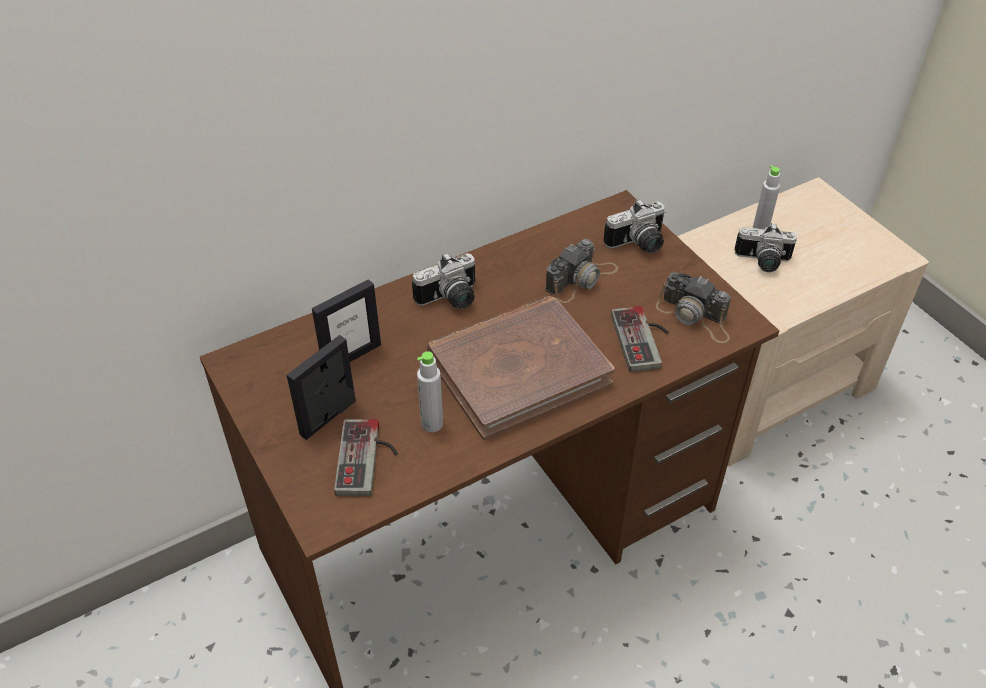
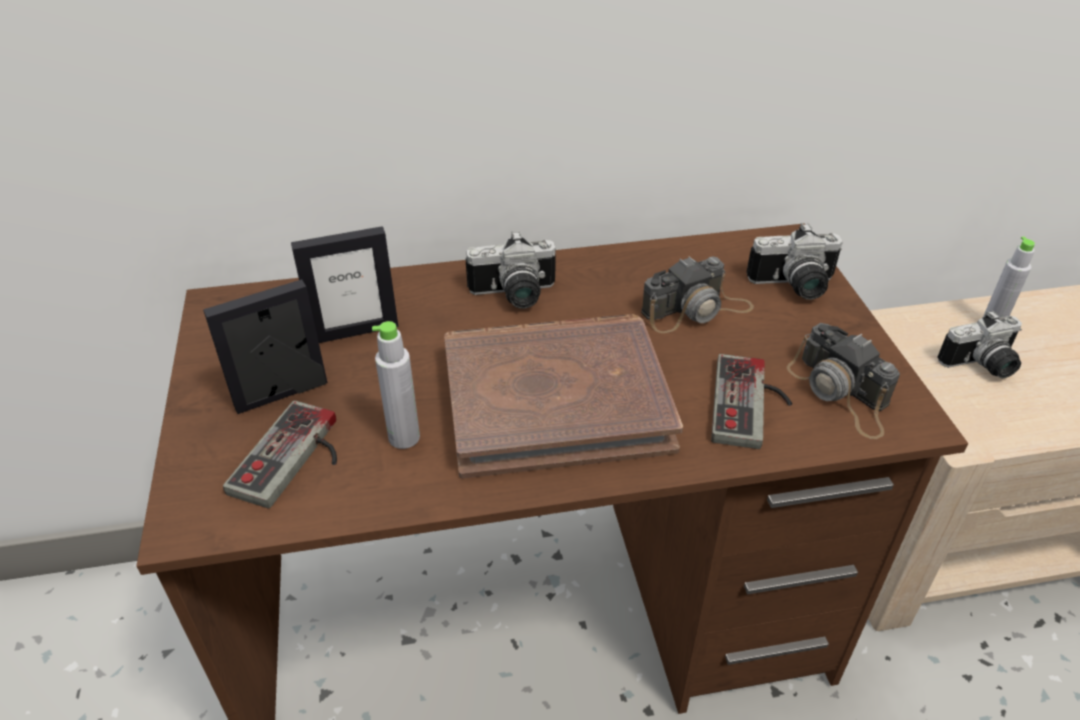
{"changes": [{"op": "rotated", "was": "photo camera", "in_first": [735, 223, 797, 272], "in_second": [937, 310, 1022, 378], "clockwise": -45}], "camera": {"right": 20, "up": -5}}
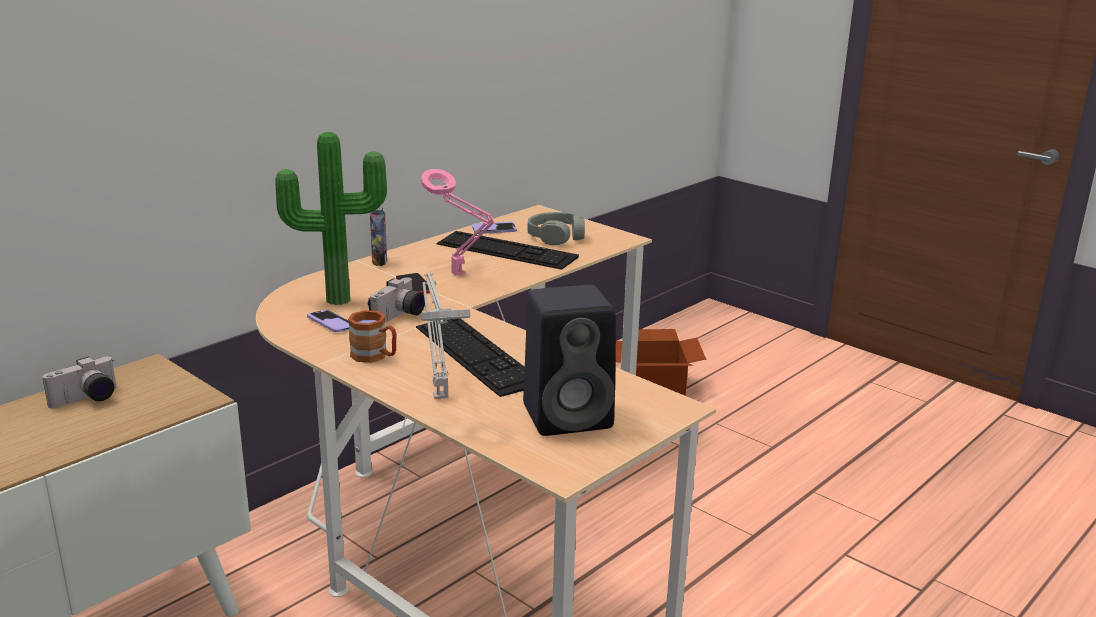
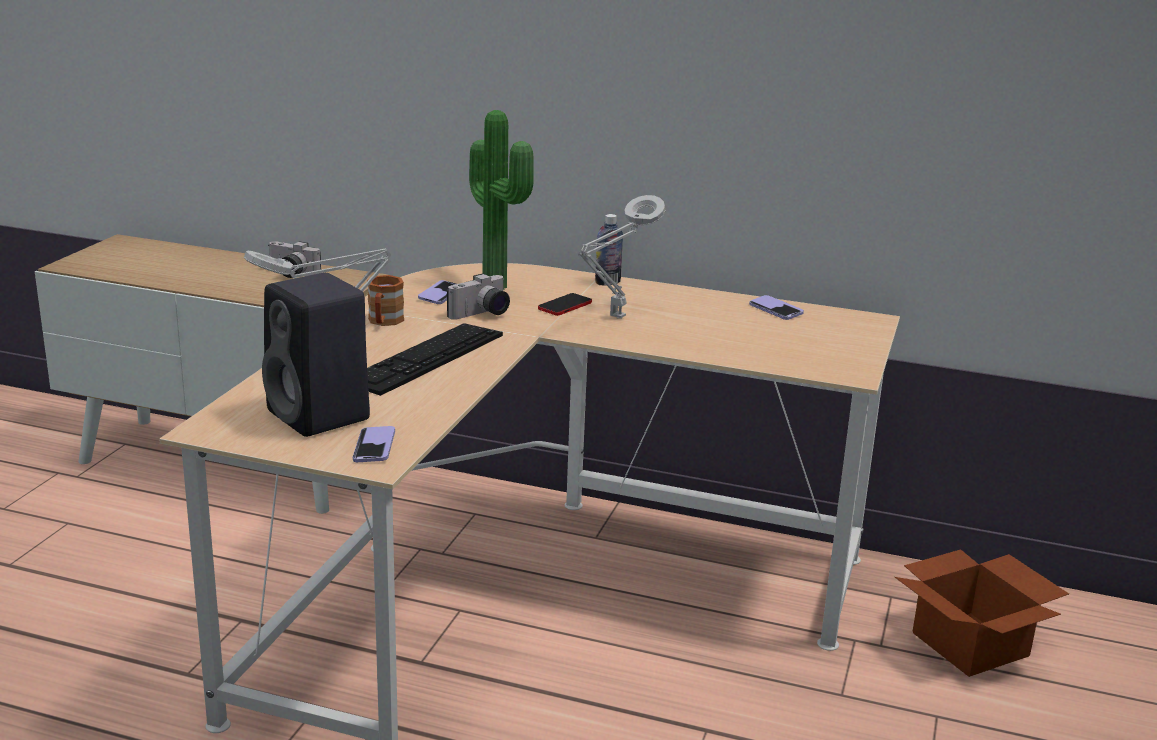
{"changes": [{"op": "gone", "was": "keyboard", "in_first": [436, 231, 579, 270]}, {"op": "gone", "was": "grey pair of headphones", "in_first": [527, 212, 585, 245]}, {"op": "new", "now": "handset", "in_second": [353, 426, 395, 462]}, {"op": "repainted", "was": "pink-coloured table lamp", "now": "grey table lamp", "in_first": [420, 169, 495, 275], "in_second": [578, 195, 666, 319]}, {"op": "rotated", "was": "photo camera", "in_first": [368, 278, 425, 323], "in_second": [447, 273, 510, 320], "clockwise": -45}], "camera": {"right": 65, "up": 0}}
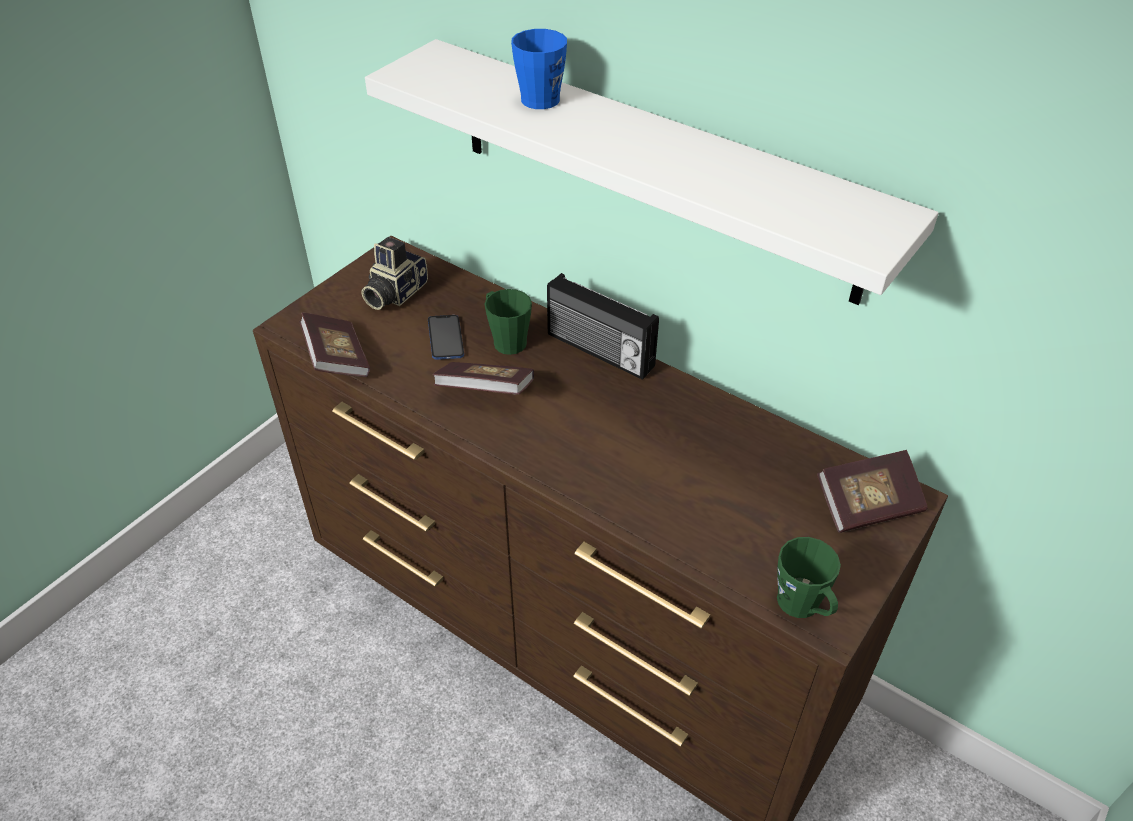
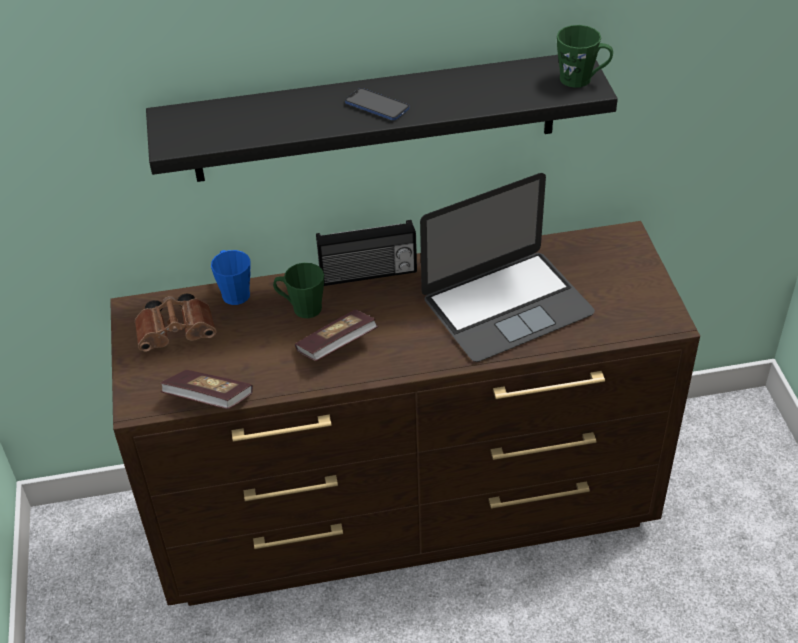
{"changes": [{"op": "gone", "was": "bound book", "in_first": [817, 450, 928, 533]}, {"op": "new", "now": "portable computer", "in_second": [420, 173, 595, 362]}, {"op": "shifted", "was": "handset", "in_first": [428, 315, 464, 360], "in_second": [345, 88, 409, 120]}, {"op": "shifted", "was": "blue-coloured tea mug", "in_first": [511, 29, 567, 109], "in_second": [211, 250, 251, 305]}, {"op": "shifted", "was": "greenish tea mug", "in_first": [777, 537, 841, 618], "in_second": [557, 25, 613, 88]}, {"op": "swapped", "was": "photo camera", "now": "brown field glasses", "in_first": [362, 237, 428, 310], "in_second": [135, 294, 216, 352]}, {"op": "repainted", "was": "whitish wall shelf", "now": "black wall shelf", "in_first": [365, 39, 939, 305], "in_second": [146, 55, 618, 182]}], "camera": {"right": -45, "up": 0}}
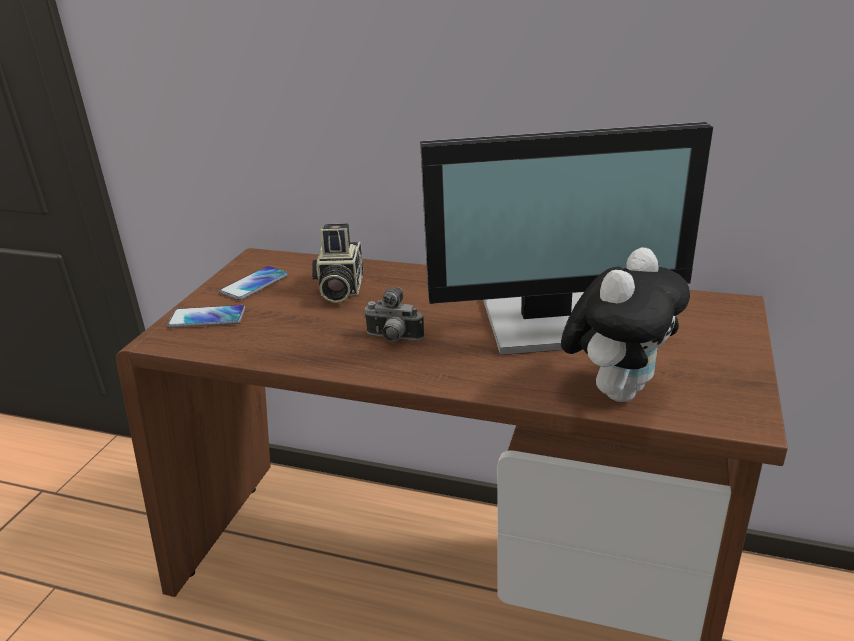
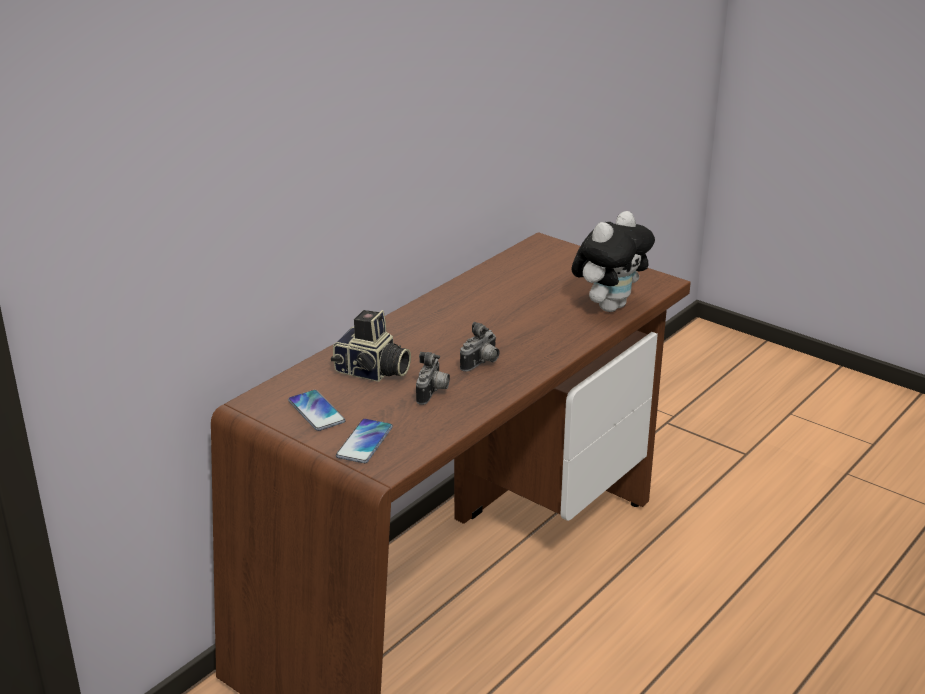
{"changes": [{"op": "gone", "was": "computer display", "in_first": [420, 122, 713, 355]}, {"op": "new", "now": "photo camera", "in_second": [416, 352, 450, 405]}, {"op": "rotated", "was": "soft toy", "in_first": [561, 248, 690, 402], "in_second": [572, 211, 655, 312], "clockwise": 75}], "camera": {"right": -70, "up": 0}}
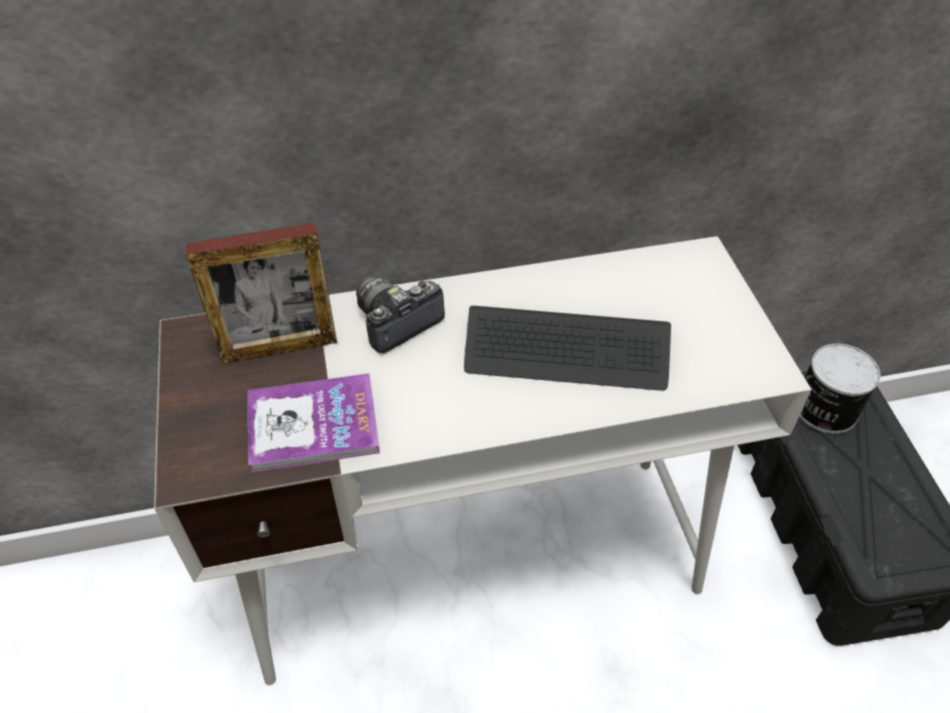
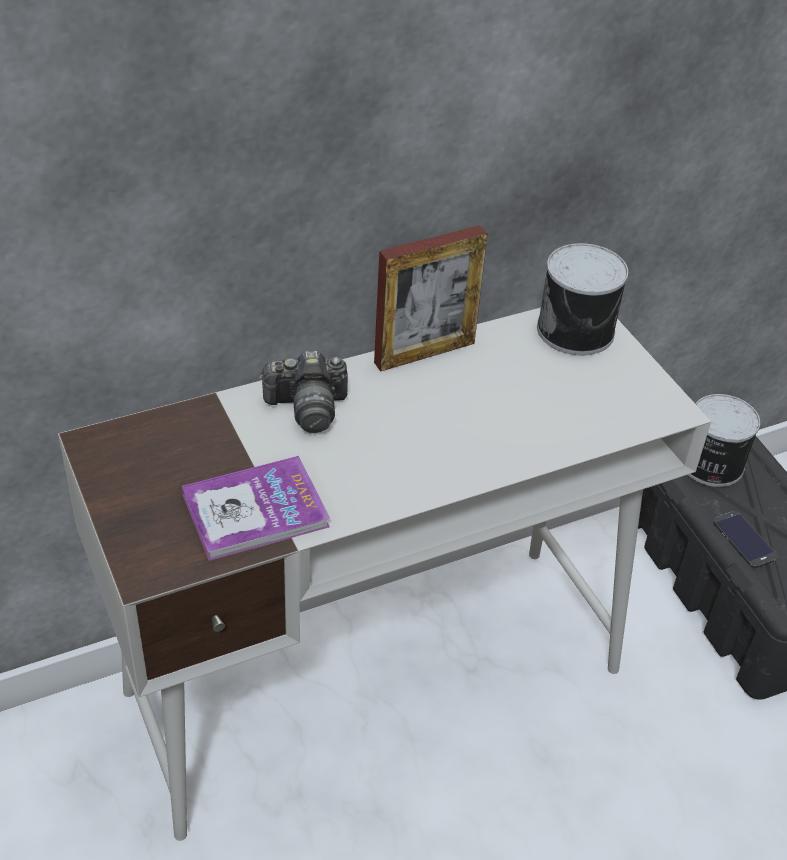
{"changes": [{"op": "gone", "was": "keyboard", "in_first": [464, 306, 671, 391]}, {"op": "new", "now": "metal can", "in_second": [537, 243, 628, 355]}, {"op": "new", "now": "handset", "in_second": [713, 511, 777, 568]}, {"op": "shifted", "was": "photo frame", "in_first": [185, 222, 337, 364], "in_second": [374, 225, 488, 372]}, {"op": "rotated", "was": "photo camera", "in_first": [356, 277, 445, 353], "in_second": [259, 351, 348, 433], "clockwise": -135}], "camera": {"right": -15, "up": -5}}
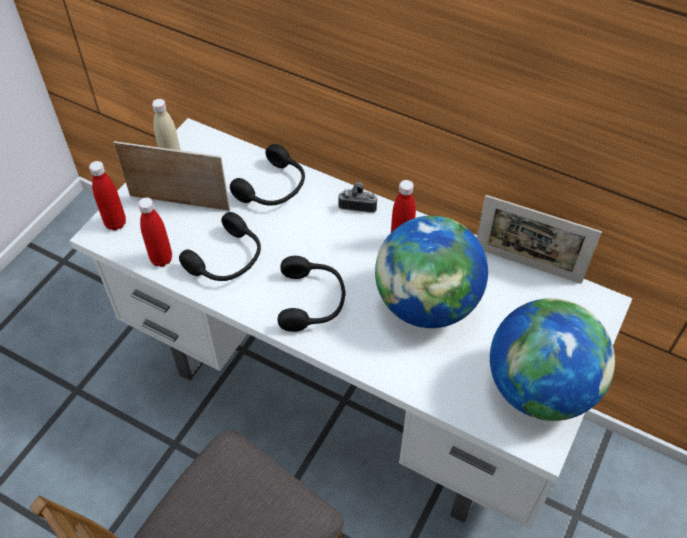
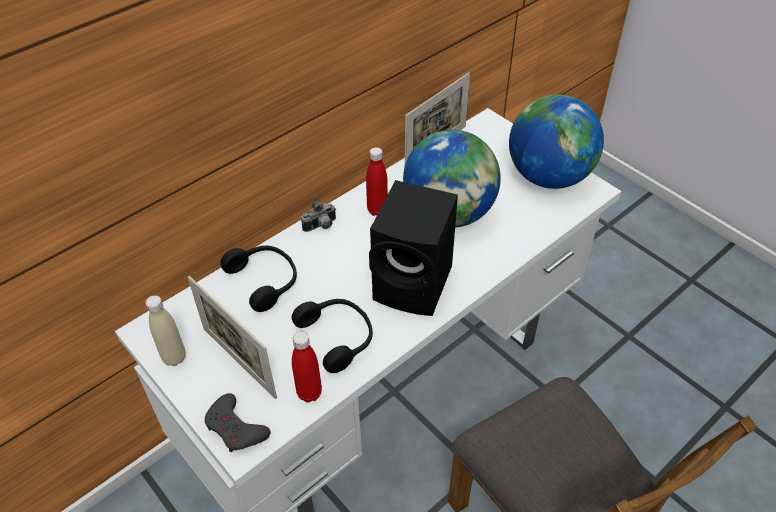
{"changes": [{"op": "swapped", "was": "red-coloured drink bottle", "now": "grey gamepad", "in_first": [89, 161, 126, 231], "in_second": [204, 393, 271, 452]}, {"op": "swapped", "was": "black pair of headphones", "now": "black audio speaker", "in_first": [278, 256, 346, 332], "in_second": [369, 180, 458, 316]}, {"op": "rotated", "was": "photo frame", "in_first": [113, 141, 230, 211], "in_second": [188, 276, 277, 399], "clockwise": -75}, {"op": "rotated", "was": "photo camera", "in_first": [338, 180, 378, 213], "in_second": [301, 197, 336, 232], "clockwise": -150}], "camera": {"right": -70, "up": -5}}
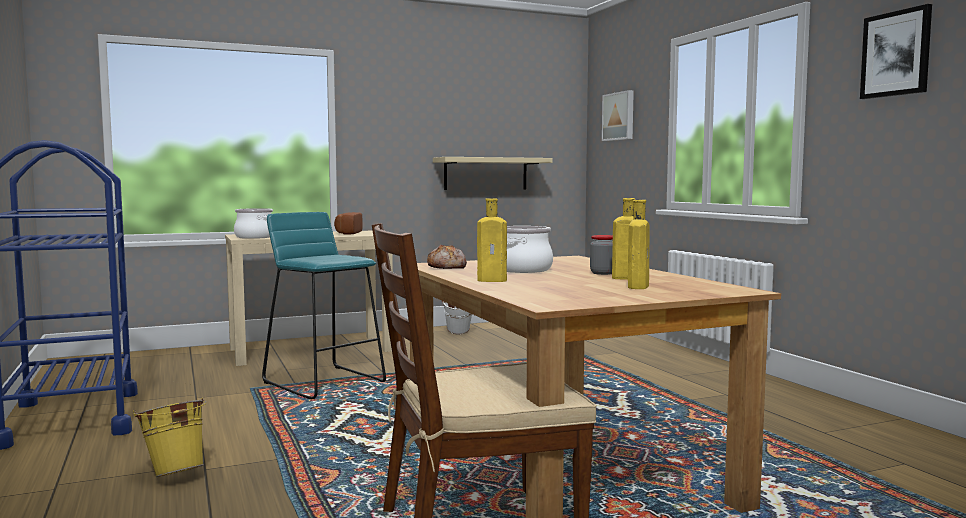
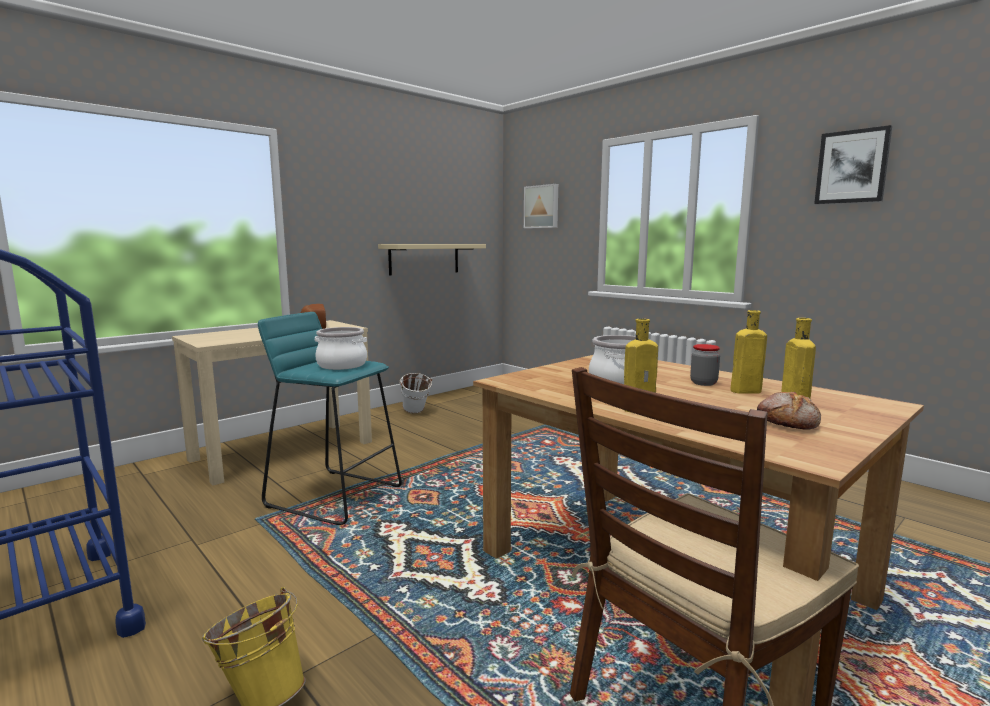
{"changes": [{"op": "shifted", "was": "stockpot", "in_first": [234, 208, 273, 239], "in_second": [315, 327, 367, 370]}, {"op": "shifted", "was": "bread", "in_first": [427, 244, 467, 269], "in_second": [757, 392, 821, 430]}], "camera": {"right": -20, "up": 5}}
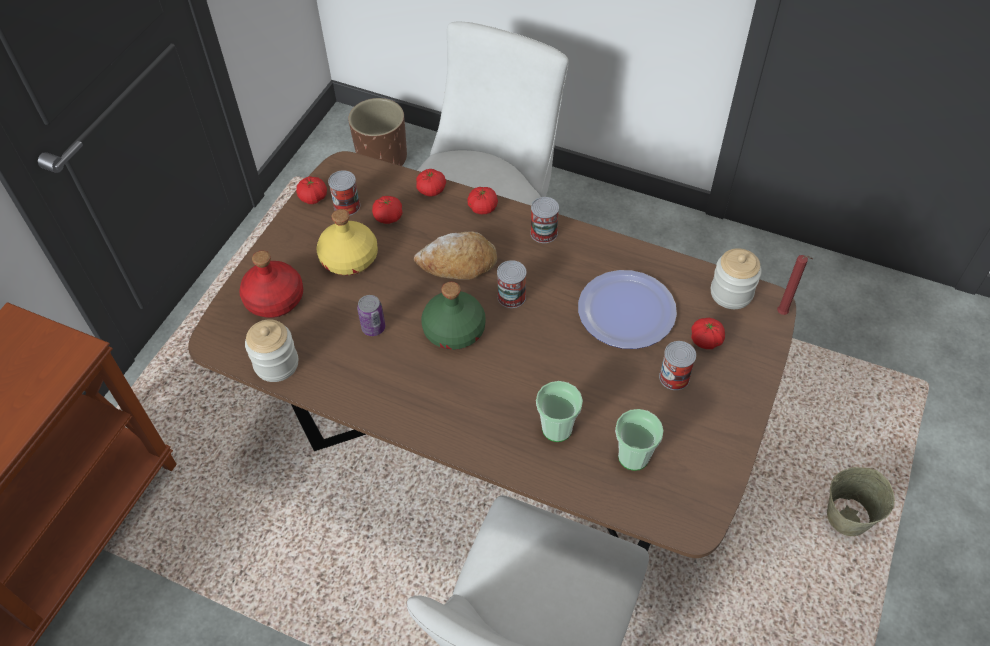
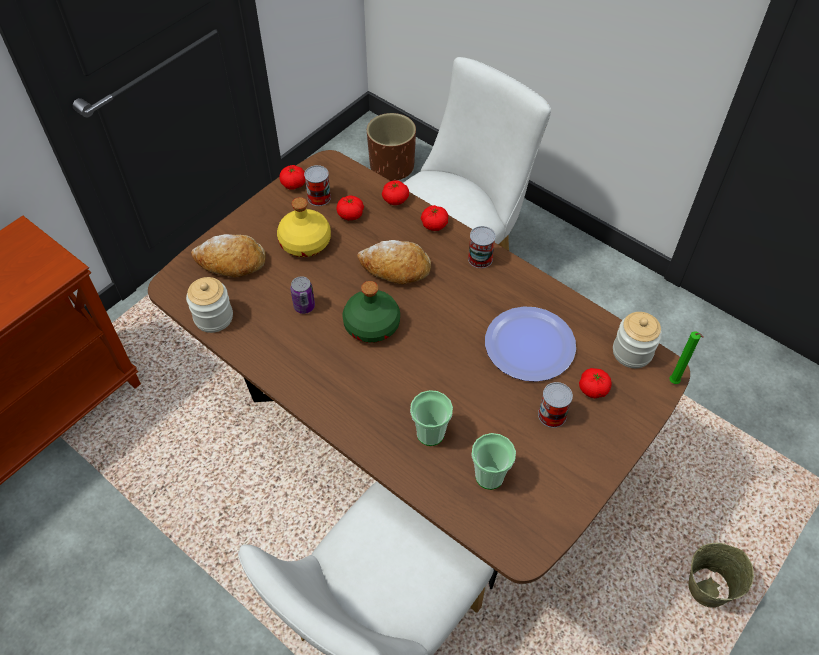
{"changes": [{"op": "gone", "was": "metal can", "in_first": [497, 260, 527, 308]}, {"op": "swapped", "was": "red-coloured drink bottle", "now": "bread", "in_first": [239, 251, 303, 318], "in_second": [191, 234, 266, 278]}, {"op": "repainted", "was": "red-coloured wax candle", "now": "greenish wax candle", "in_first": [777, 255, 813, 315], "in_second": [669, 331, 704, 384]}], "camera": {"right": 15, "up": 0}}
